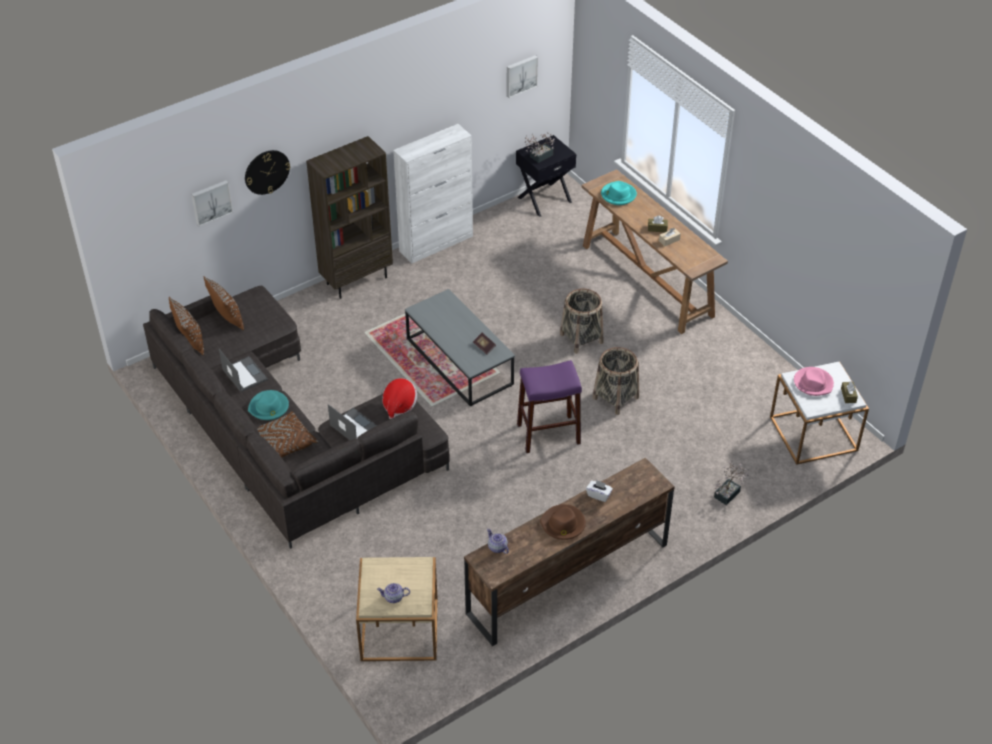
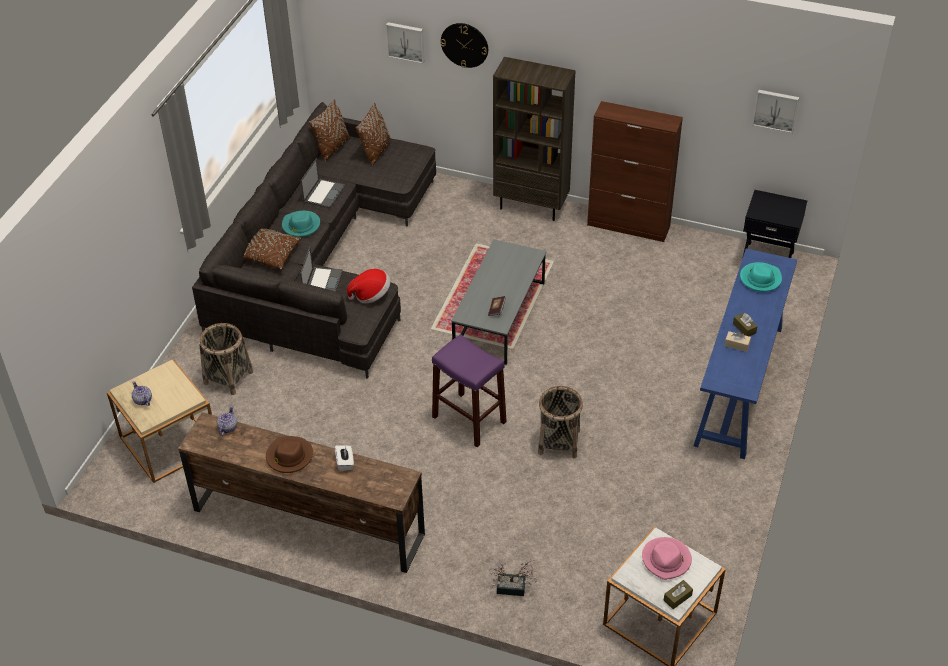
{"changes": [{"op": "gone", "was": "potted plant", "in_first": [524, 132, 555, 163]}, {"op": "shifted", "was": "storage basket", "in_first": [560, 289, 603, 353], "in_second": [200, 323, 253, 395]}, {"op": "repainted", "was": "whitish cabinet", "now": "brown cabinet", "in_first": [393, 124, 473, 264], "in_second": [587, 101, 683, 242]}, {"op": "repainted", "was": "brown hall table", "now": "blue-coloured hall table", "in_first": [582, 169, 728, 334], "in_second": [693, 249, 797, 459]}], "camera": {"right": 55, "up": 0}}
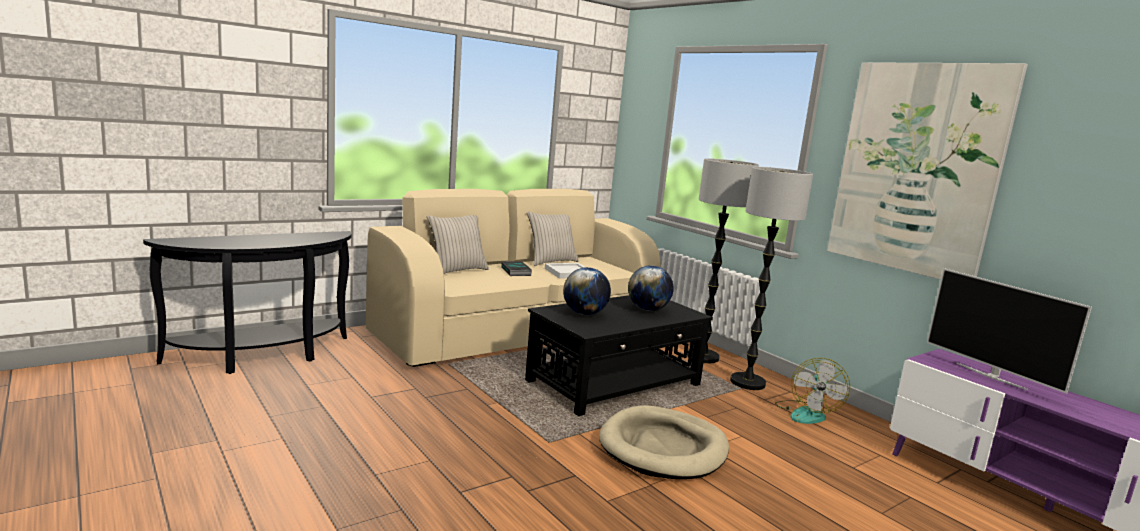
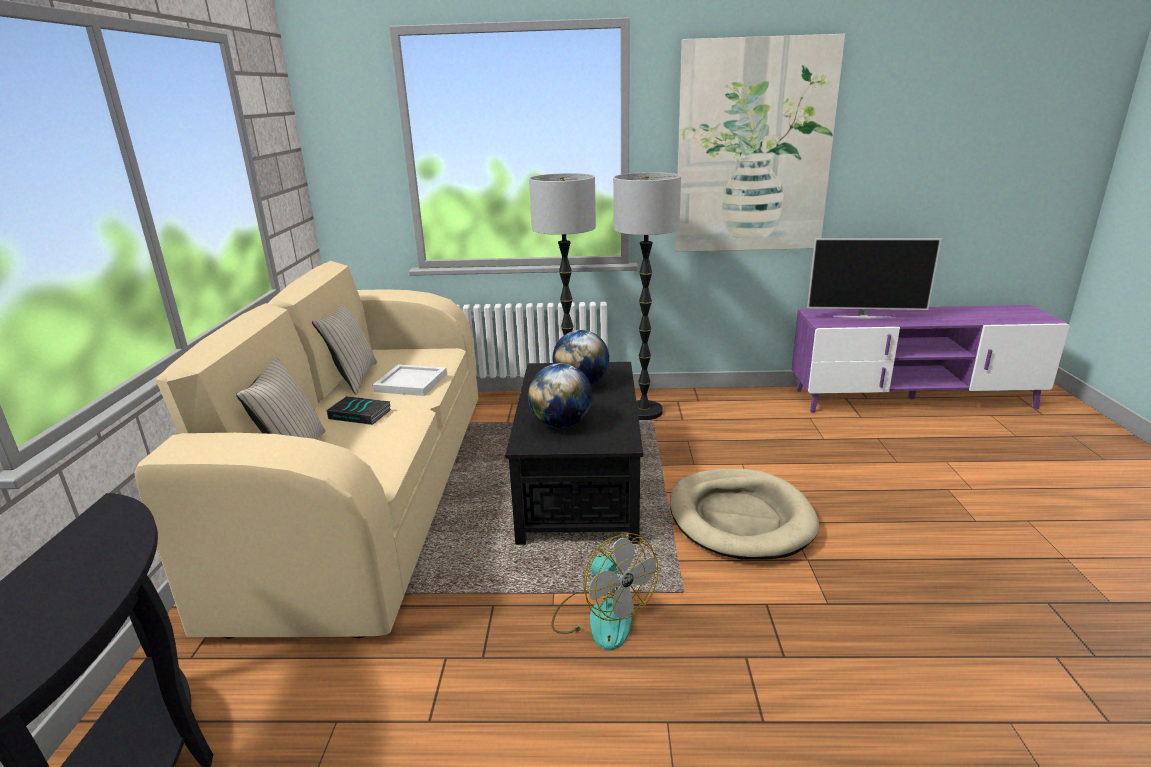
{"changes": [{"op": "shifted", "was": "fan", "in_first": [775, 358, 850, 424], "in_second": [551, 533, 658, 650]}], "camera": {"right": -50, "up": 10}}
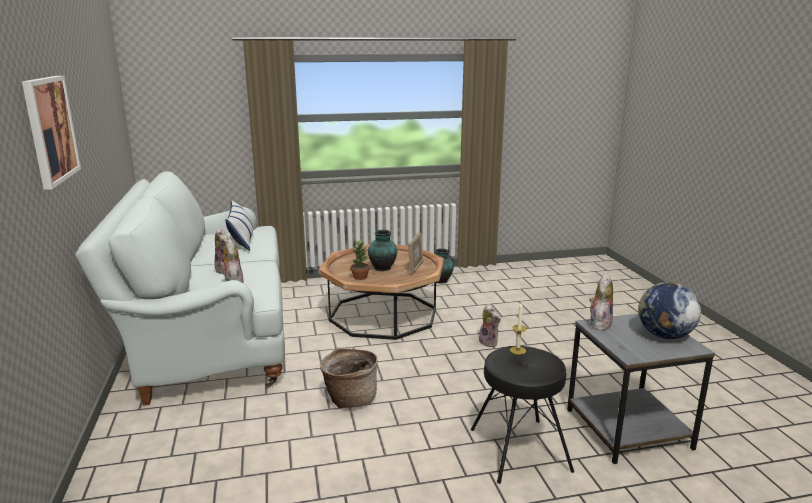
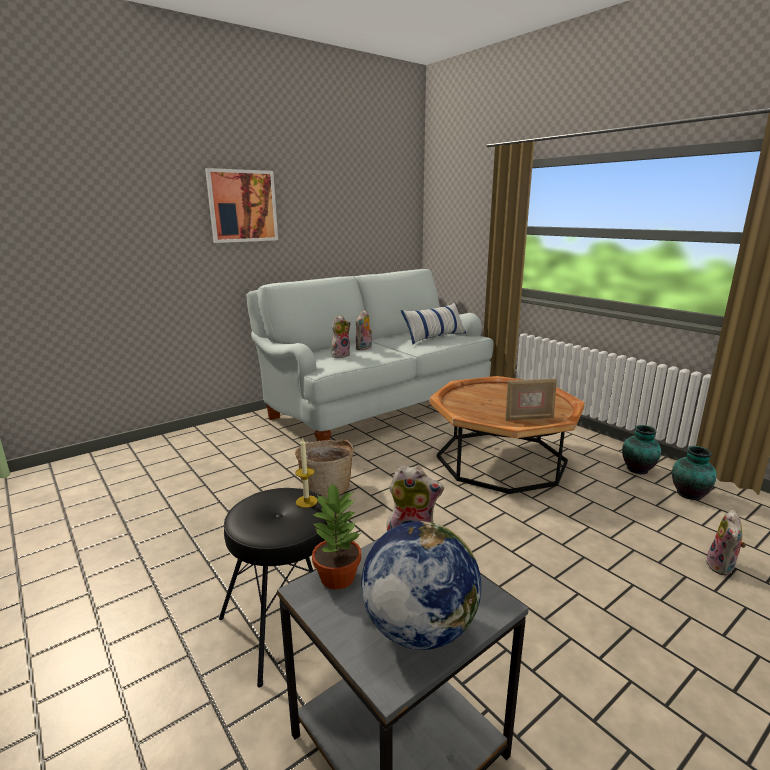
{"changes": [{"op": "shifted", "was": "potted plant", "in_first": [350, 240, 370, 280], "in_second": [312, 482, 361, 589]}, {"op": "shifted", "was": "vase", "in_first": [368, 230, 397, 271], "in_second": [672, 446, 717, 500]}, {"op": "shifted", "was": "soft toy", "in_first": [479, 304, 501, 347], "in_second": [706, 510, 746, 576]}], "camera": {"right": 65, "up": 0}}
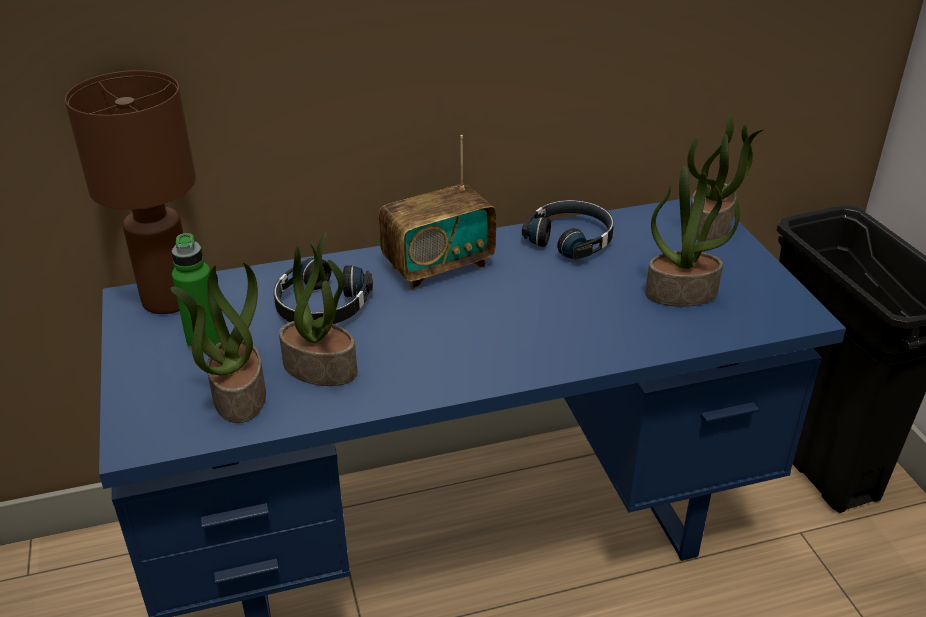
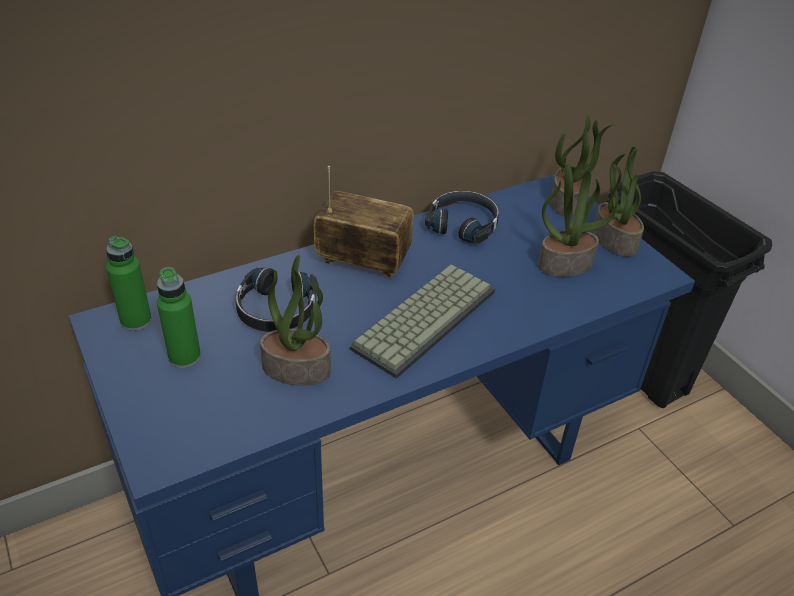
{"changes": [{"op": "new", "now": "keyboard", "in_second": [350, 264, 495, 379]}, {"op": "shifted", "was": "potted plant", "in_first": [171, 262, 266, 423], "in_second": [593, 146, 644, 257]}, {"op": "swapped", "was": "brown table lamp", "now": "greenish drink bottle", "in_first": [65, 70, 196, 314], "in_second": [106, 236, 152, 331]}, {"op": "rotated", "was": "radio set", "in_first": [378, 135, 496, 289], "in_second": [314, 166, 414, 279], "clockwise": -120}], "camera": {"right": -15, "up": 5}}
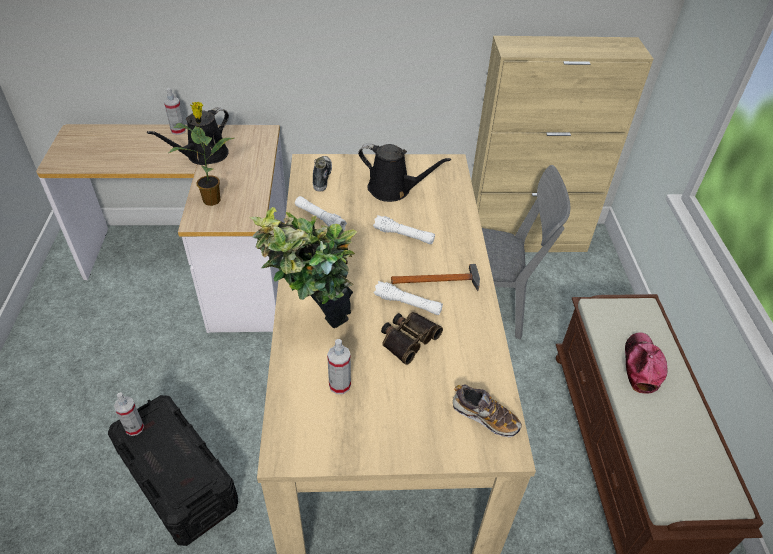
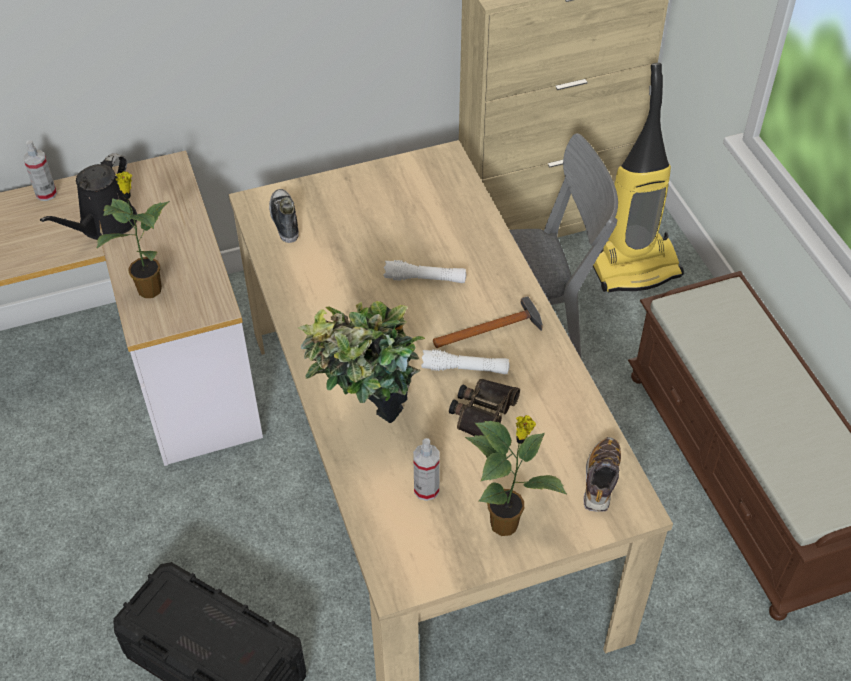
{"changes": [{"op": "gone", "was": "hand sprayer", "in_first": [114, 392, 144, 436]}, {"op": "gone", "was": "whitish hand torch", "in_first": [295, 196, 347, 230]}, {"op": "gone", "was": "black watering pot", "in_first": [358, 143, 451, 202]}, {"op": "gone", "was": "baseball cap", "in_first": [625, 332, 667, 393]}, {"op": "new", "now": "potted plant", "in_second": [465, 415, 567, 536]}, {"op": "new", "now": "vacuum", "in_second": [593, 63, 684, 293]}, {"op": "rotated", "was": "low shoe", "in_first": [453, 385, 522, 437], "in_second": [584, 437, 621, 512], "clockwise": -90}], "camera": {"right": -15, "up": 5}}
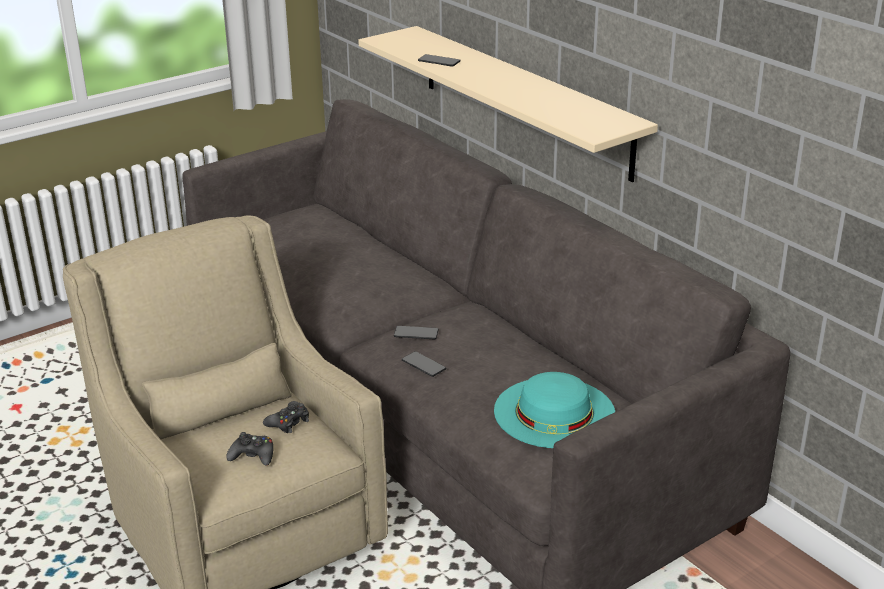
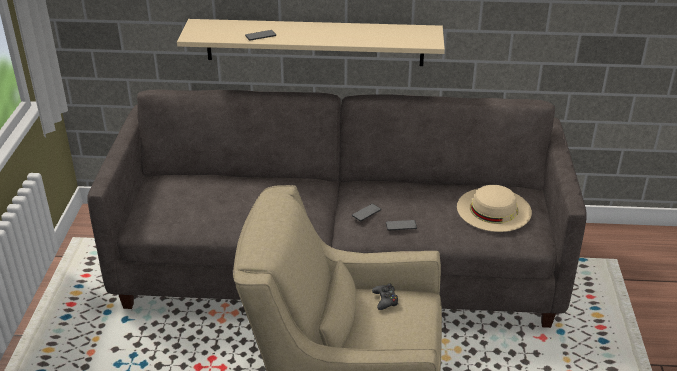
{"changes": [{"op": "gone", "was": "black gamepad", "in_first": [226, 432, 273, 466]}, {"op": "repainted", "was": "turquoise-coloured wearable hat", "now": "beige wearable hat", "in_first": [494, 372, 615, 448], "in_second": [457, 185, 532, 232]}], "camera": {"right": -50, "up": 5}}
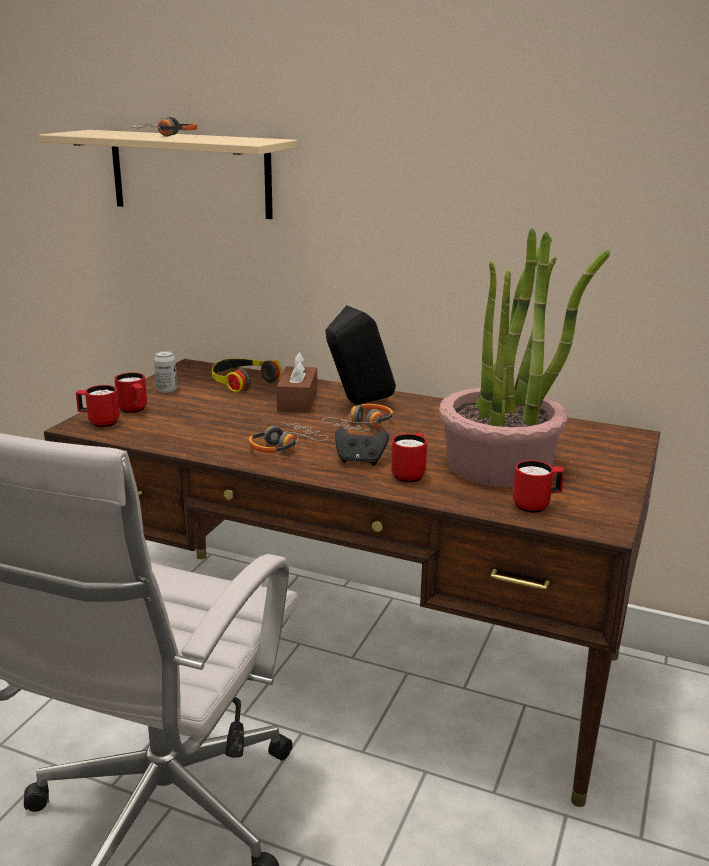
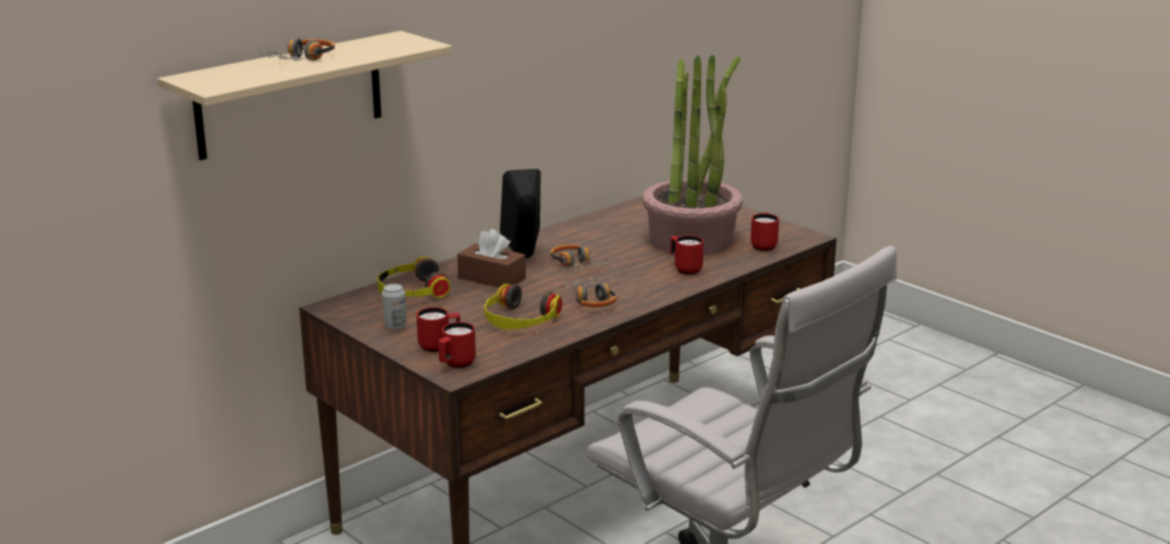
{"changes": [{"op": "gone", "was": "black gamepad", "in_first": [335, 427, 389, 466]}, {"op": "new", "now": "pair of headphones", "in_second": [484, 284, 562, 330]}], "camera": {"right": -65, "up": 0}}
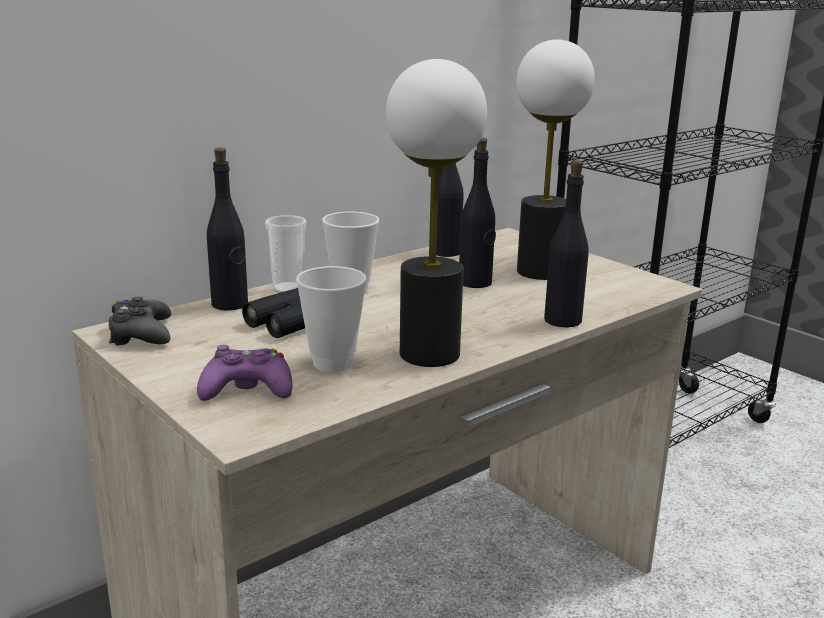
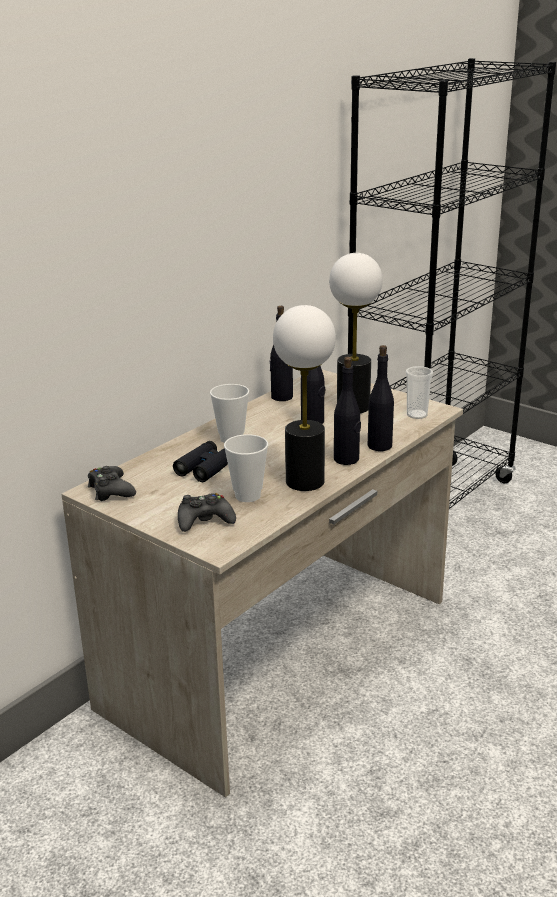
{"changes": [{"op": "shifted", "was": "black drink bottle", "in_first": [207, 147, 248, 311], "in_second": [334, 357, 361, 465]}, {"op": "shifted", "was": "drinking cup", "in_first": [265, 215, 306, 293], "in_second": [406, 366, 433, 419]}, {"op": "repainted", "was": "purple gamepad", "now": "black gamepad", "in_first": [197, 345, 292, 401], "in_second": [178, 493, 236, 532]}], "camera": {"right": -10, "up": 5}}
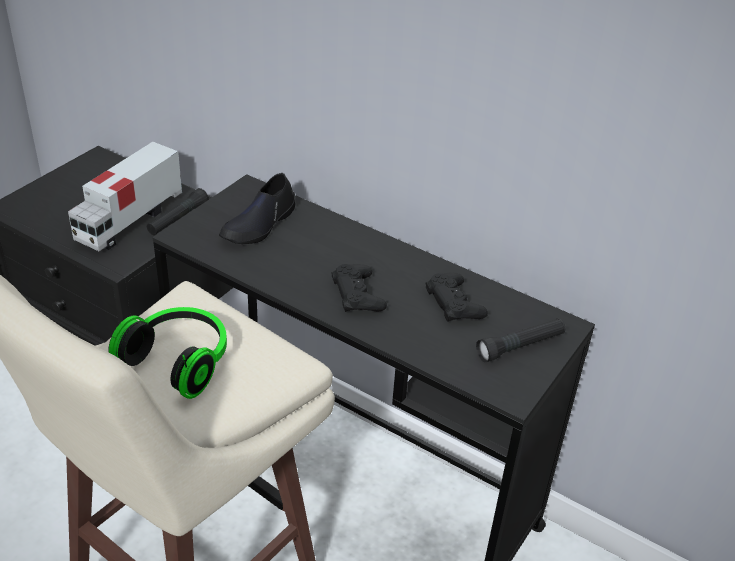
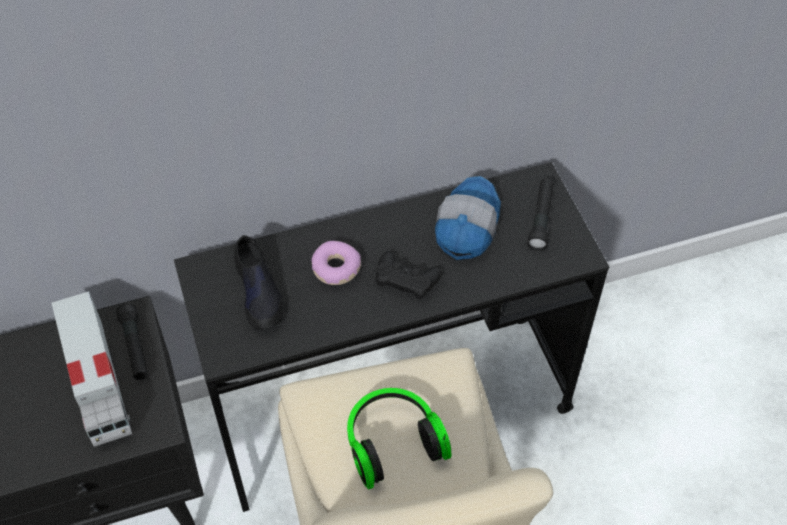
{"changes": [{"op": "new", "now": "donut", "in_second": [311, 241, 361, 285]}, {"op": "swapped", "was": "black gamepad", "now": "baseball cap", "in_first": [425, 272, 488, 322], "in_second": [435, 176, 501, 260]}], "camera": {"right": -50, "up": 15}}
